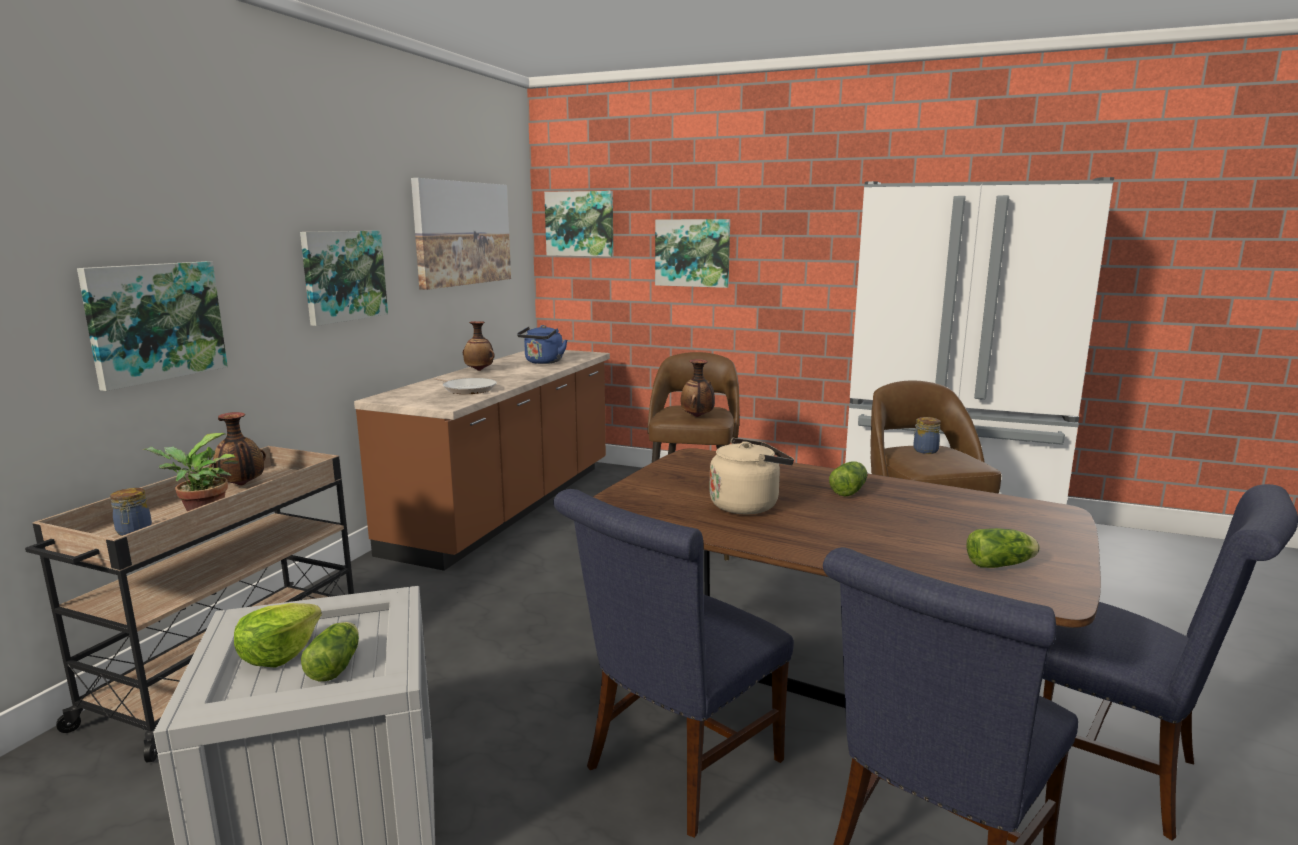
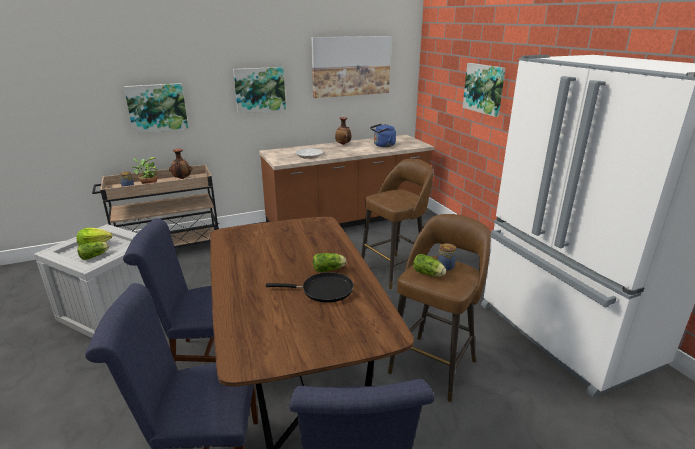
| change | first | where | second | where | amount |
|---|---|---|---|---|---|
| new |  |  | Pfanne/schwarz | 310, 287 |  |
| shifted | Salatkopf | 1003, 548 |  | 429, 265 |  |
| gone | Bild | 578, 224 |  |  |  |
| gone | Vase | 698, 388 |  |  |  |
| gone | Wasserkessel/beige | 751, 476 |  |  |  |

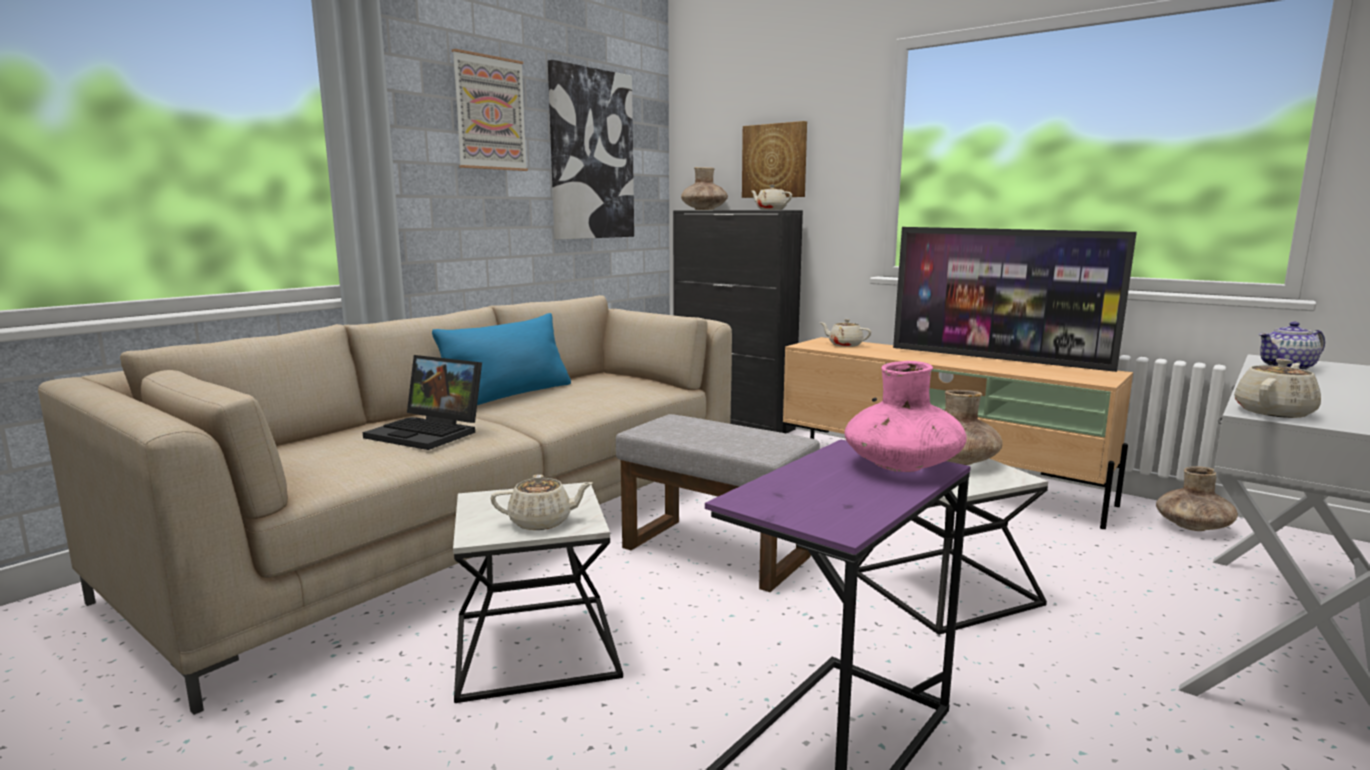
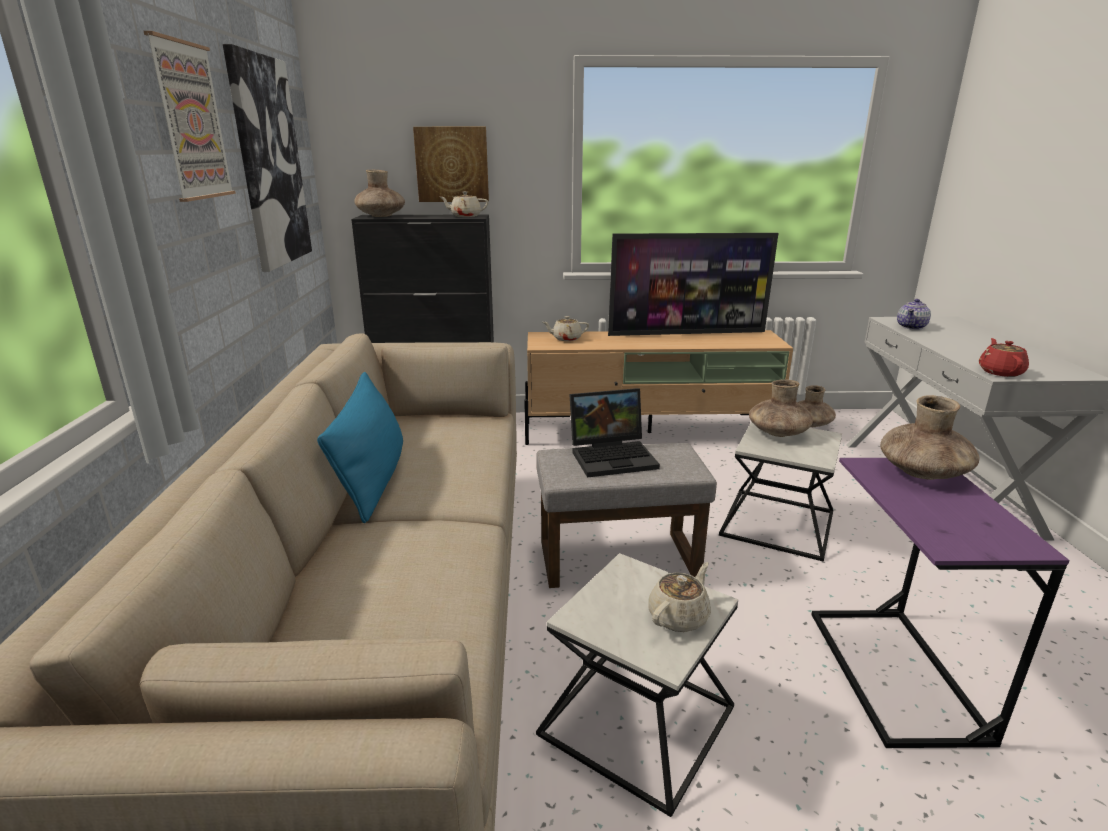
| change | first | where | second | where | amount |
|---|---|---|---|---|---|
| shifted | Laptop | 422, 402 |  | 614, 432 |  |
| repainted | Vase/rosa | 906, 416 | Vase/braun | 929, 437 |  |
| repainted | Teekanne/beige | 1277, 388 | Teekanne/rot | 1004, 357 |  |

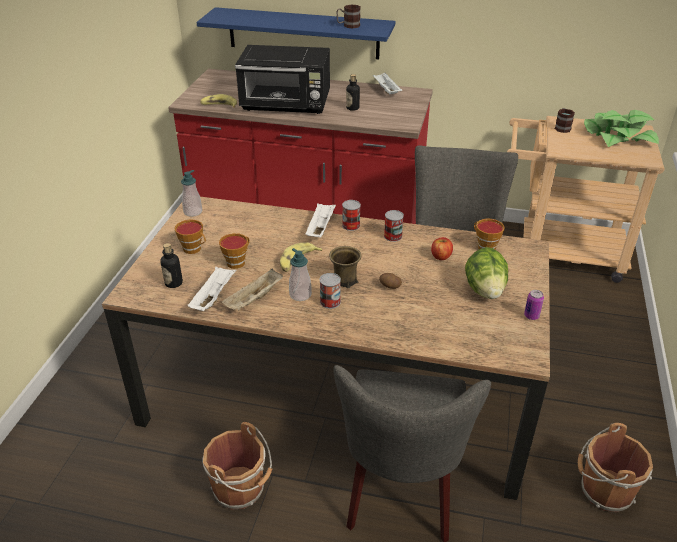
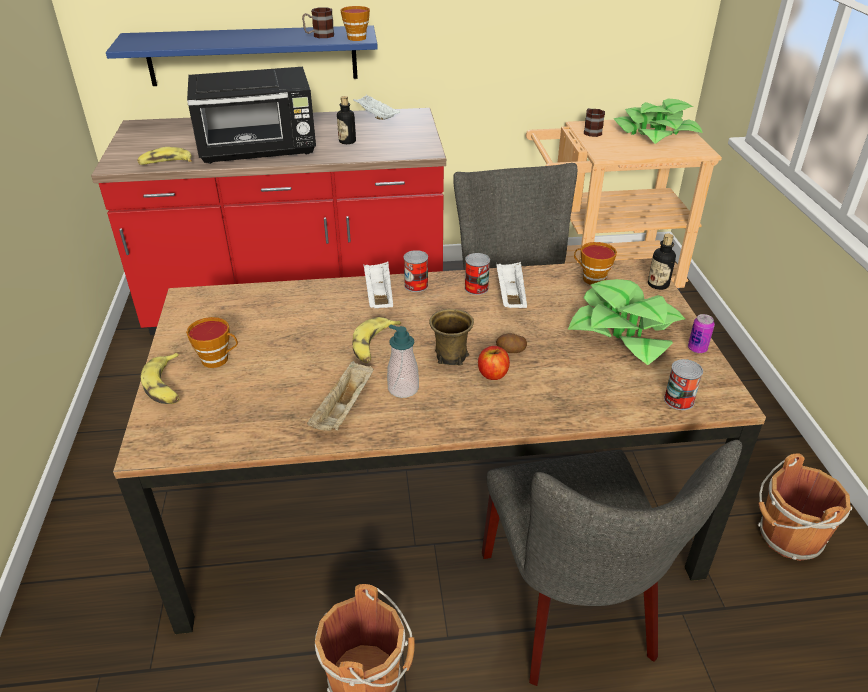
| change | first | where | second | where | amount |
|---|---|---|---|---|---|
| new |  |  | Banane | 160, 378 |  |
| shifted | Tasse | 234, 251 |  | 355, 23 |  |
| shifted | Apfel | 442, 248 |  | 494, 363 |  |
| shifted | Tablett/weiß | 212, 289 |  | 511, 285 |  |
| swapped | Salatkopf | 486, 273 | Topfpflanze | 626, 322 |  |
| shifted | Flasche | 171, 265 |  | 662, 261 |  |
| shifted | Dose | 330, 291 |  | 683, 384 |  |
| gone | Seifenspender | 191, 193 |  |  |  |

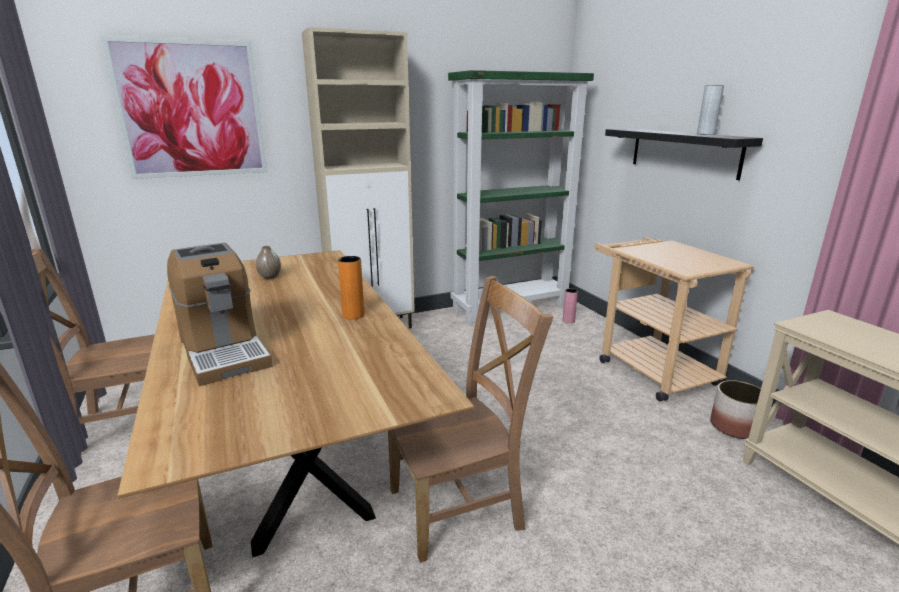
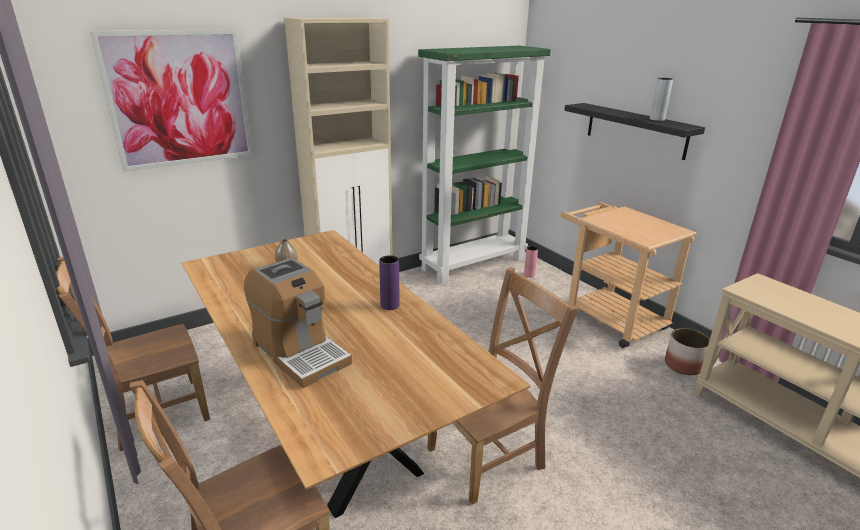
| change | first | where | second | where | amount |
|---|---|---|---|---|---|
| repainted | Vase/orange | 351, 287 | Vase/lila | 389, 282 |  |

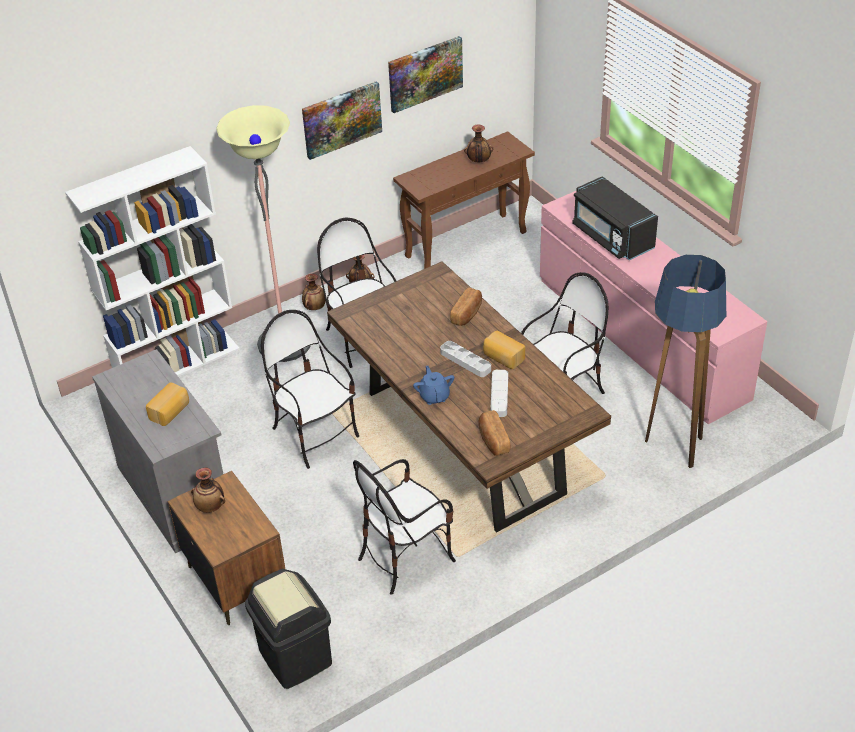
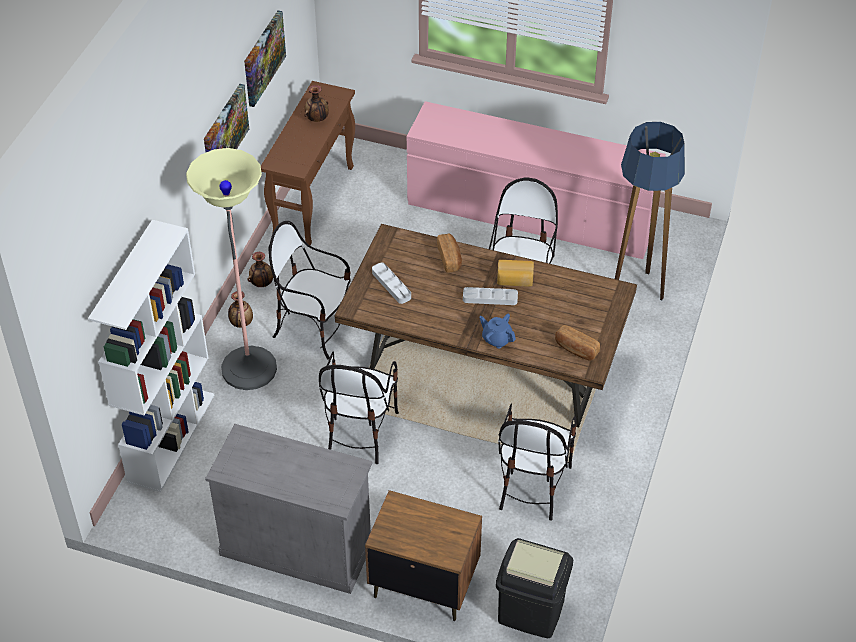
| change | first | where | second | where | amount |
|---|---|---|---|---|---|
| rotated | Stuhl | 310, 389 |  | 359, 408 | 90 degrees counterclockwise |
| shifted | Tablett/grau | 499, 393 |  | 391, 283 |  |
| gone | Brot | 167, 404 |  |  |  |
| gone | Vase | 208, 490 |  |  |  |
| gone | Mikrowelle/schwarz | 615, 218 |  |  |  |

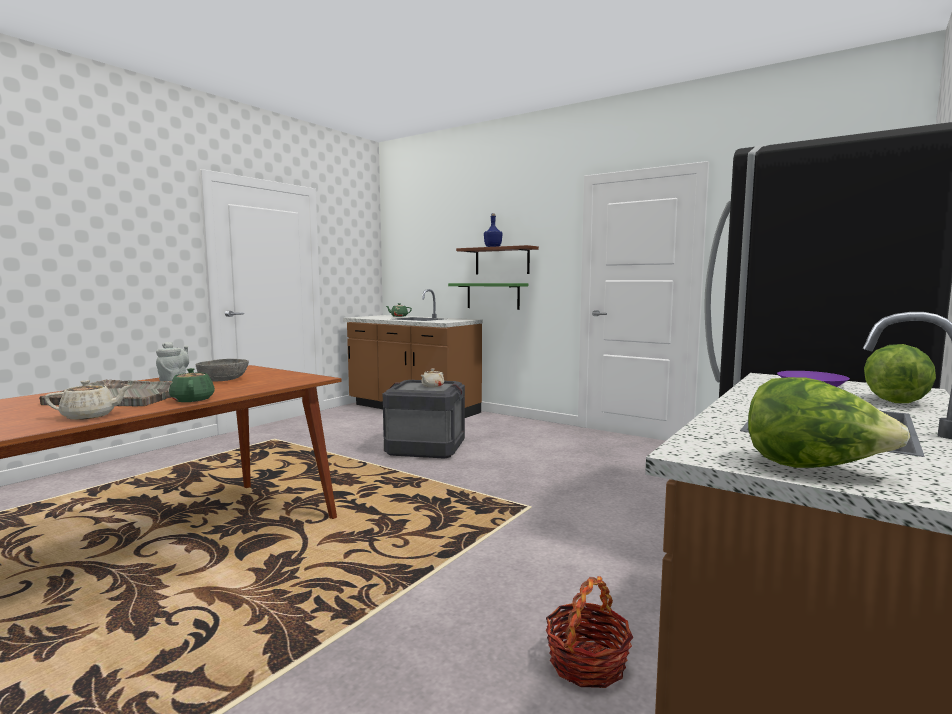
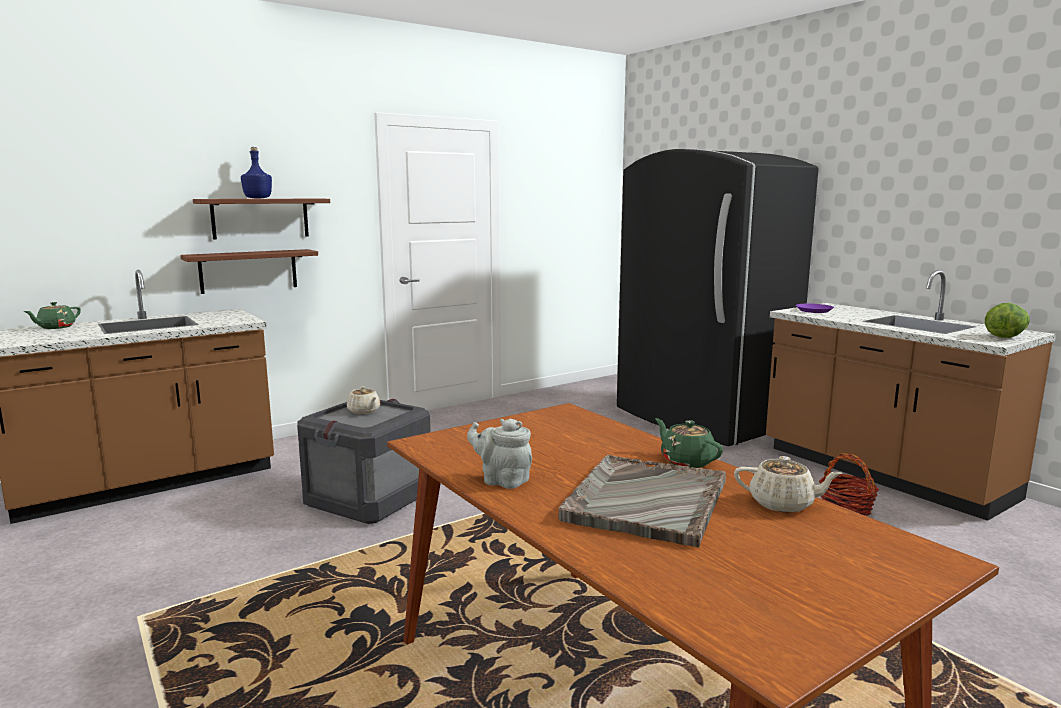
| change | first | where | second | where | amount |
|---|---|---|---|---|---|
| repainted | Wandregal/grün | 488, 296 | Wandregal/braun | 249, 271 |  |
| rotated | Teekanne/grün | 192, 385 |  | 689, 443 | 60 degrees clockwise |
| rotated | Teekanne/beige | 88, 400 |  | 788, 484 | 105 degrees clockwise |
| gone | Schüssel/grau | 222, 370 |  |  |  |
| gone | Salatkopf | 900, 373 |  |  |  |

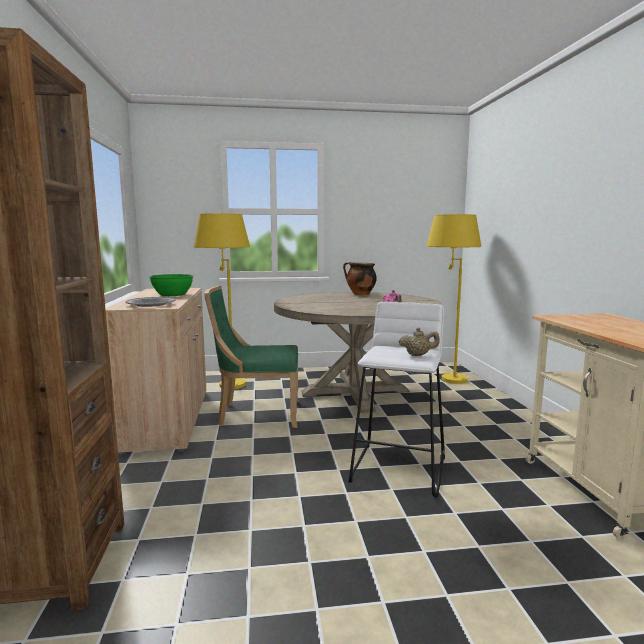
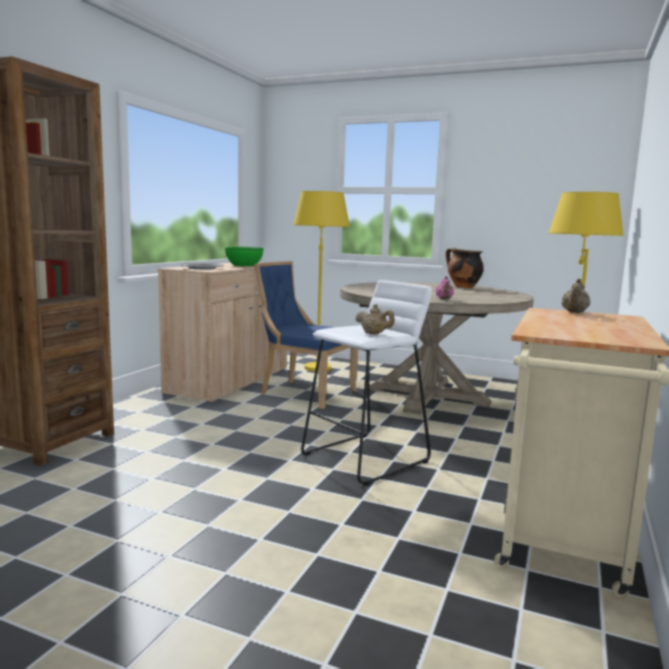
| change | first | where | second | where | amount |
|---|---|---|---|---|---|
| repainted | Stuhl/grün | 251, 357 | Stuhl/blau | 306, 335 |  |
| new |  |  | Teekanne/beige | 576, 296 |  |

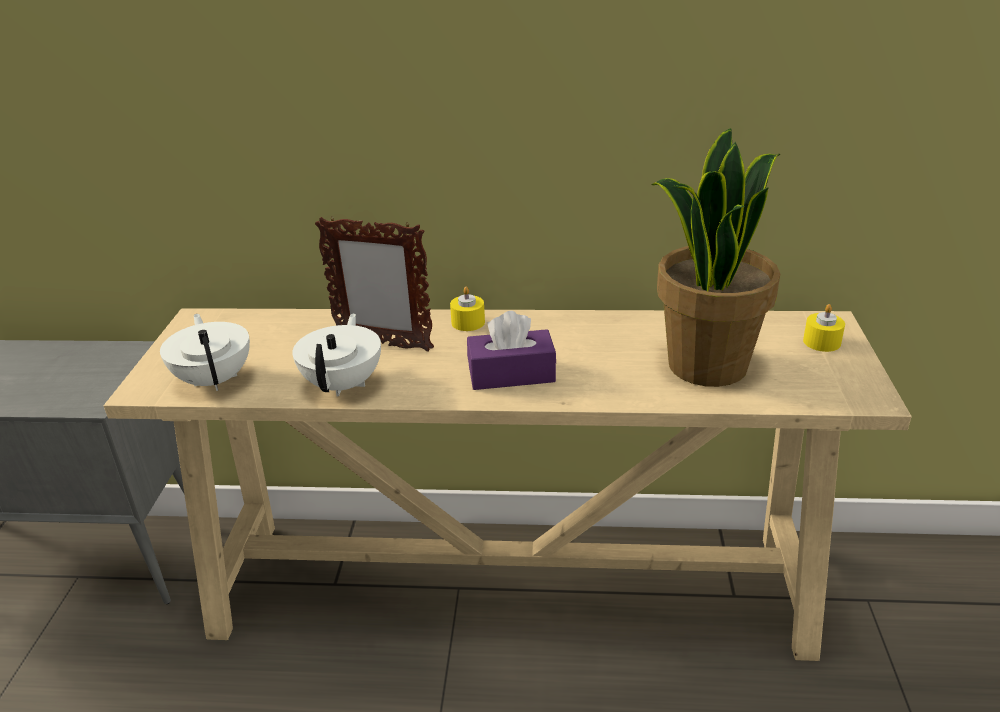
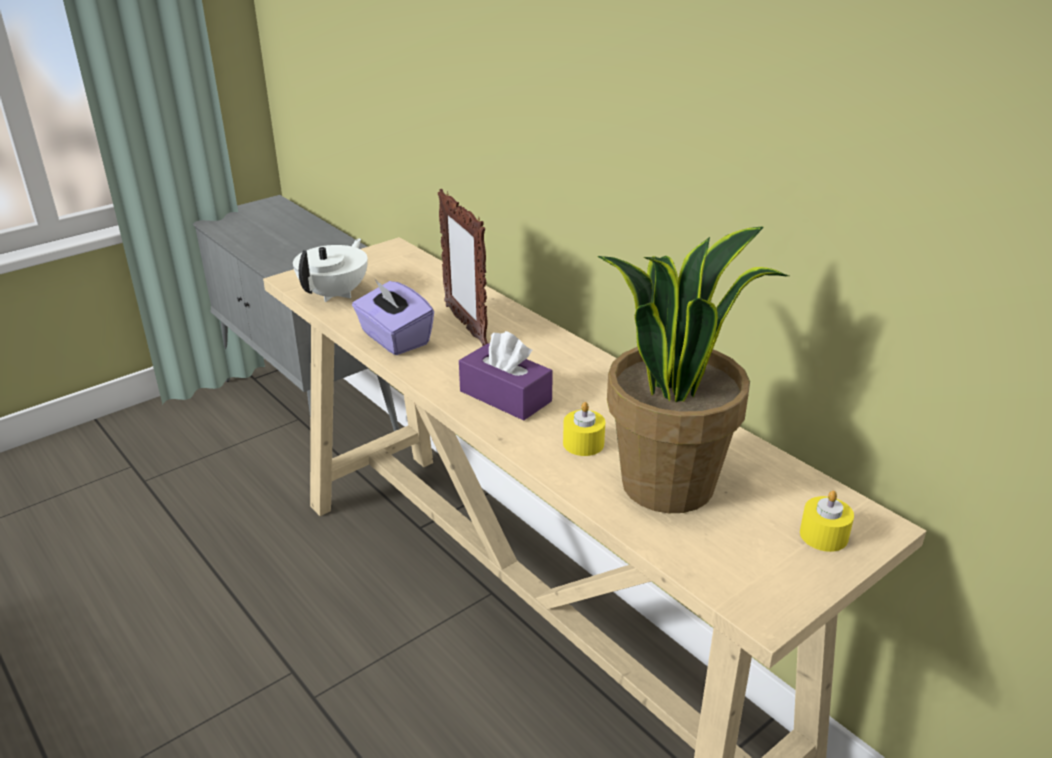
| change | first | where | second | where | amount |
|---|---|---|---|---|---|
| swapped | Teekanne/weiß | 336, 355 | Taschentuchbox/lila | 393, 316 |  |
| shifted | Kerze/gelb | 467, 309 |  | 584, 429 |  |

